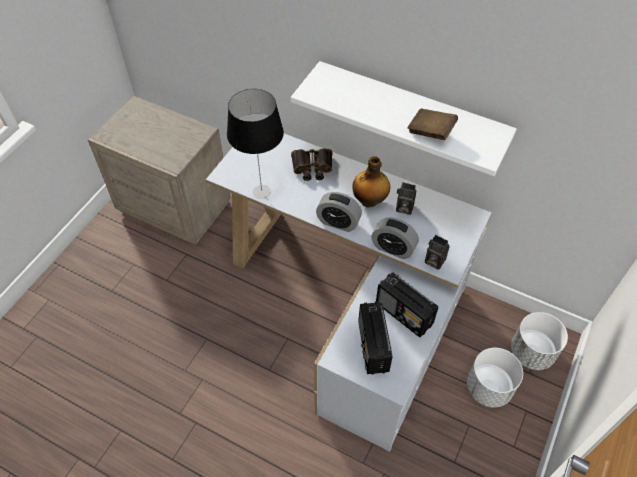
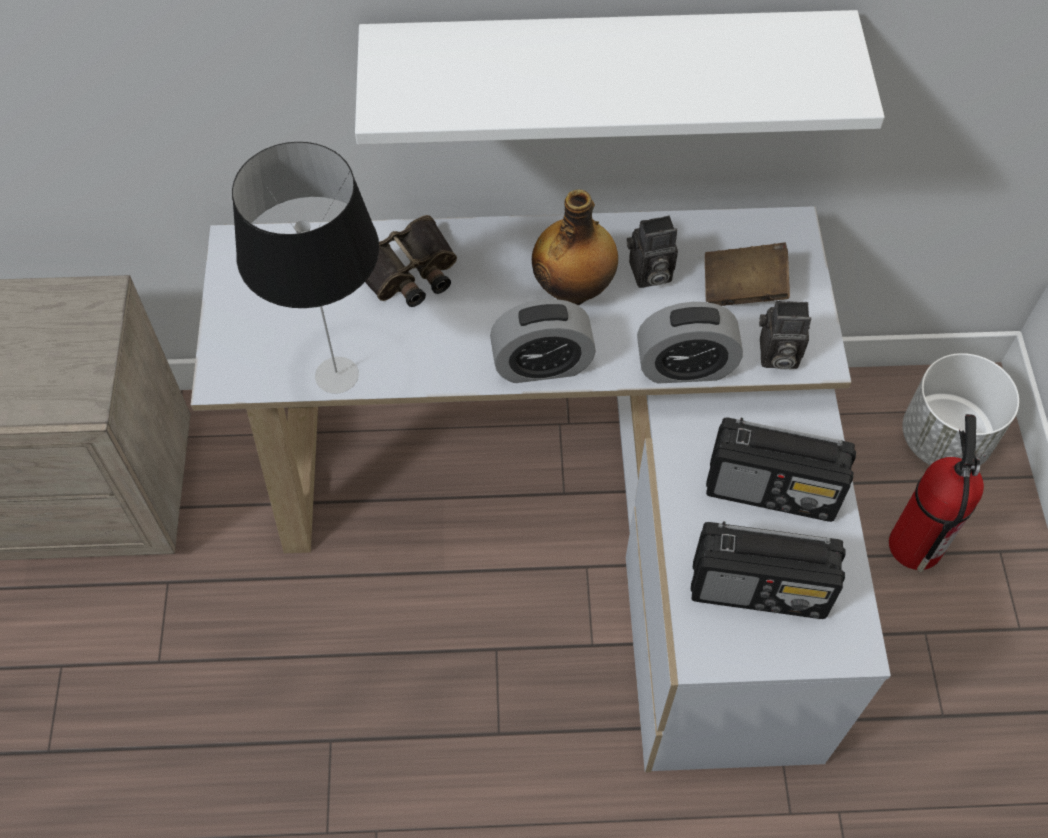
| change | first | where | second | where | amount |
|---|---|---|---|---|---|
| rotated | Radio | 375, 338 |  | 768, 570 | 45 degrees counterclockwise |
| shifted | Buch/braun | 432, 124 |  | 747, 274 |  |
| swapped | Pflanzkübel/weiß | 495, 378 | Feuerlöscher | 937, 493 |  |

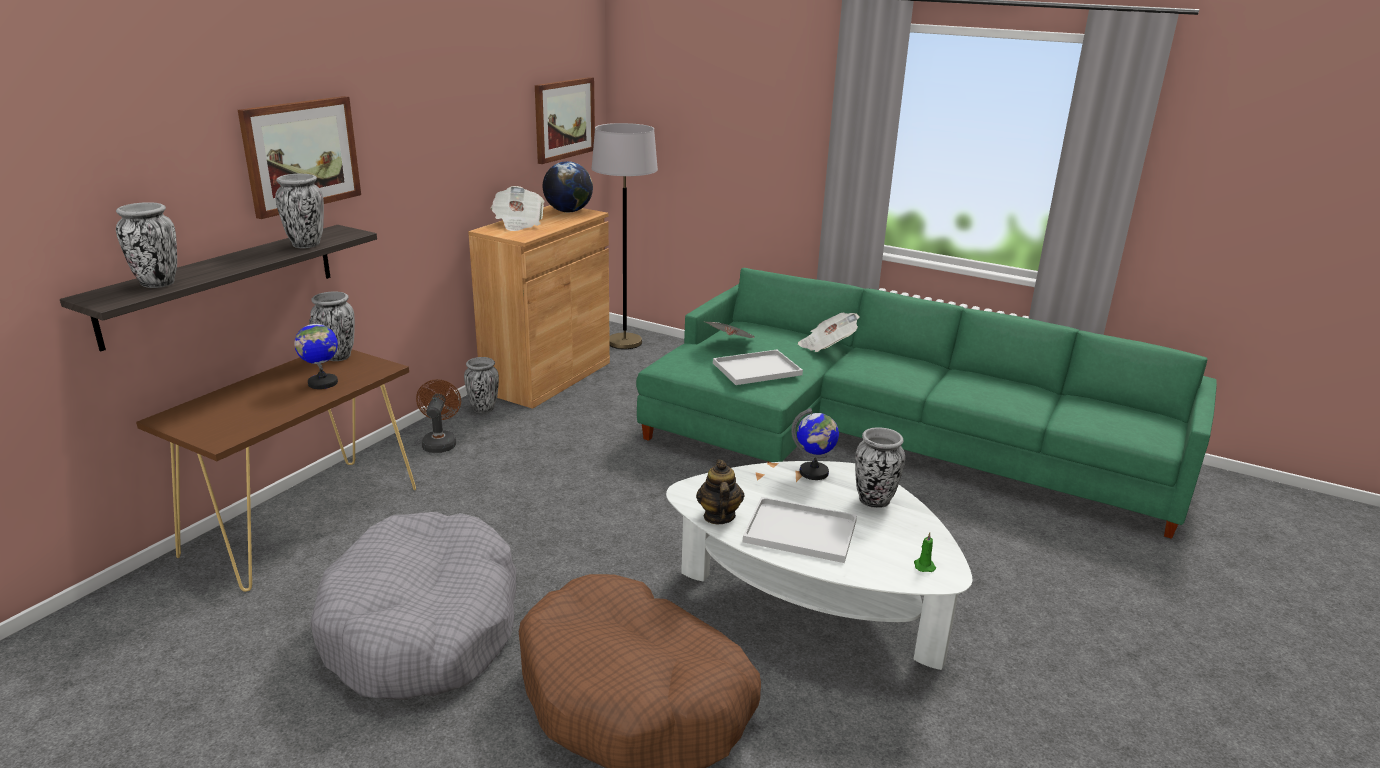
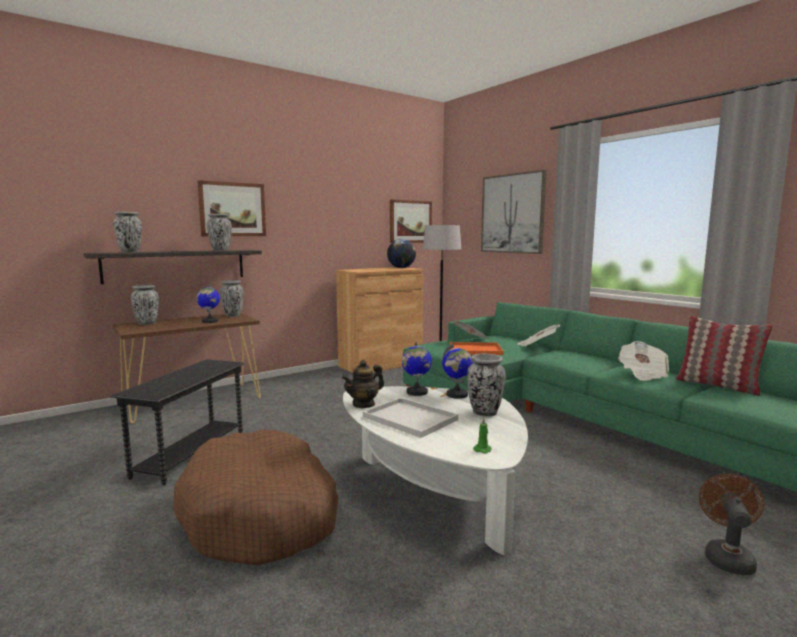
| change | first | where | second | where | amount |
|---|---|---|---|---|---|
| swapped | Hundebett/grau | 413, 606 | Beistelltisch/schwarz | 177, 422 |  |
| shifted | Vase | 481, 385 |  | 145, 305 |  |
| rotated | Teekanne | 720, 492 |  | 363, 384 | 150 degrees counterclockwise |
| new |  |  | Globus | 417, 368 |  |
| repainted | Tablett/weiß | 758, 367 | Tablett/orange | 476, 348 |  |
| new |  |  | Bild | 513, 212 |  |
| shifted | Zeitung | 517, 208 |  | 643, 361 |  |
| new |  |  | Kissen | 724, 356 |  |
| shifted | Ventilator/braun | 438, 416 |  | 731, 524 |  |

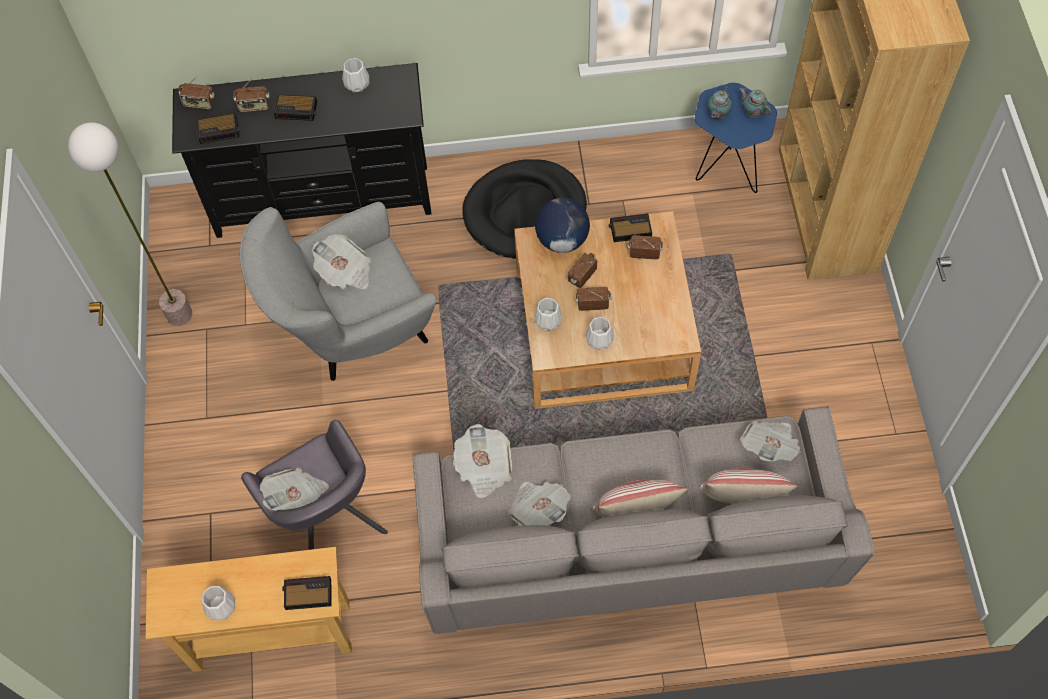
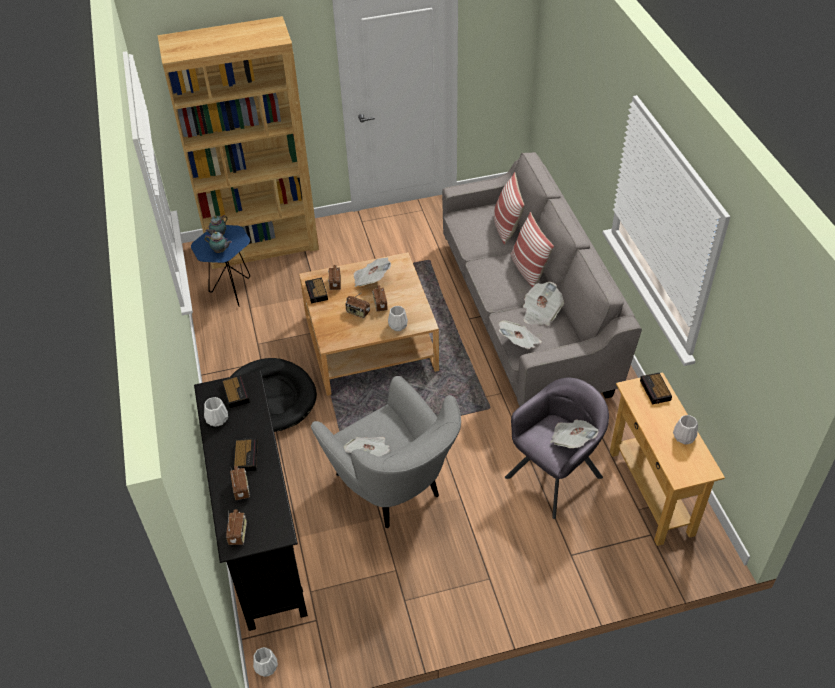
| change | first | where | second | where | amount |
|---|---|---|---|---|---|
| shifted | Wecker | 218, 128 |  | 236, 391 |  |
| shifted | Vase/weiß | 600, 333 |  | 265, 662 |  |
| shifted | Zeitung | 771, 441 |  | 372, 272 |  |
| gone | Stehlampe | 130, 224 |  |  |  |
| gone | Globus | 562, 225 |  |  |  |

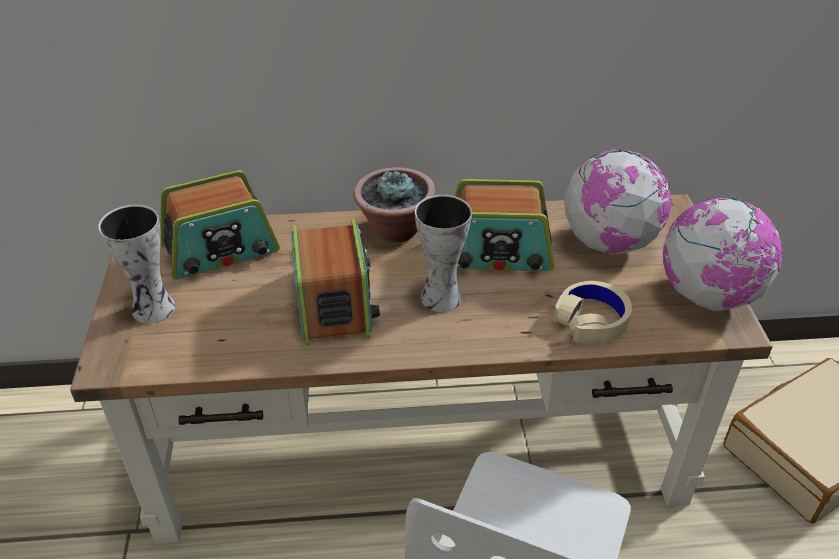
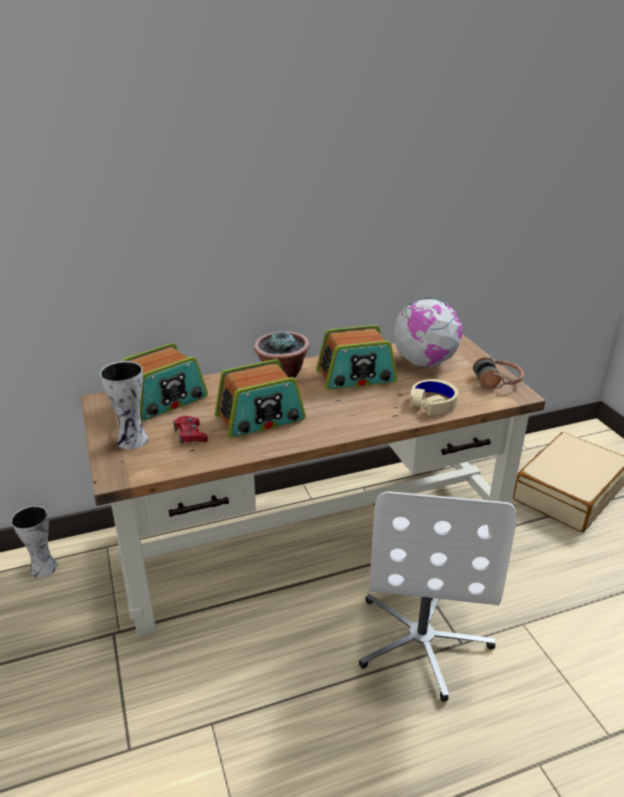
| change | first | where | second | where | amount |
|---|---|---|---|---|---|
| shifted | Vase | 443, 253 |  | 34, 542 |  |
| new |  |  | Gamepad/rot | 190, 430 |  |
| rotated | Radio | 335, 282 |  | 260, 398 | 90 degrees clockwise |
| swapped | Globus | 723, 254 | Kopfhörer | 498, 373 |  |

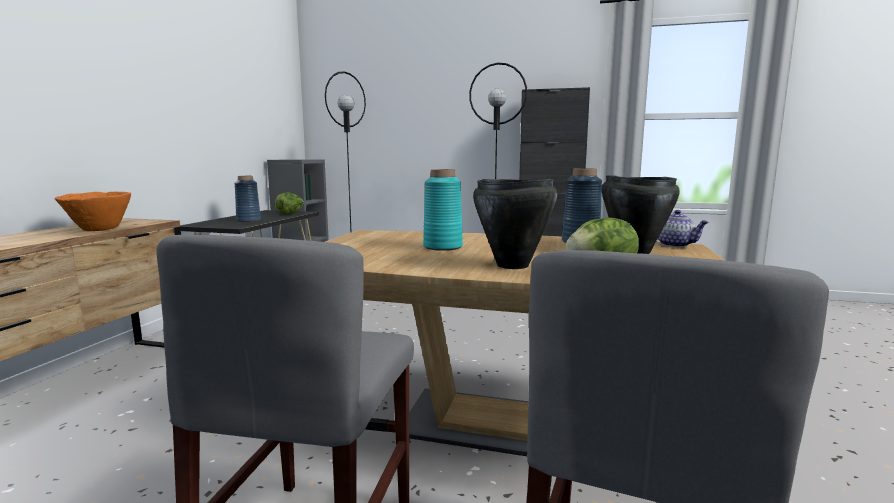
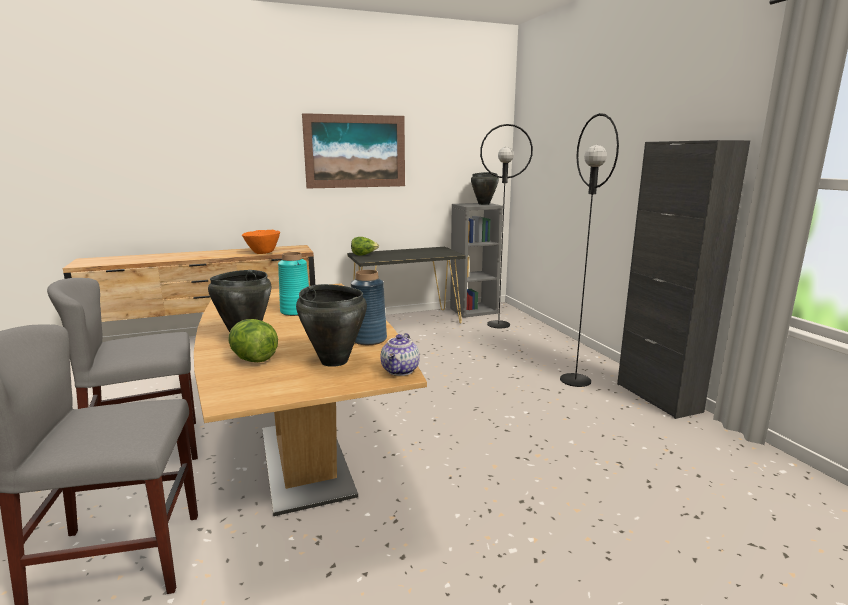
| change | first | where | second | where | amount |
|---|---|---|---|---|---|
| new |  |  | Bild | 353, 151 |  |
| shifted | Salatkopf | 289, 203 |  | 365, 246 |  |
| new |  |  | Kochtopf/schwarz | 485, 188 |  |
| gone | Vase/blau | 248, 199 |  |  |  |

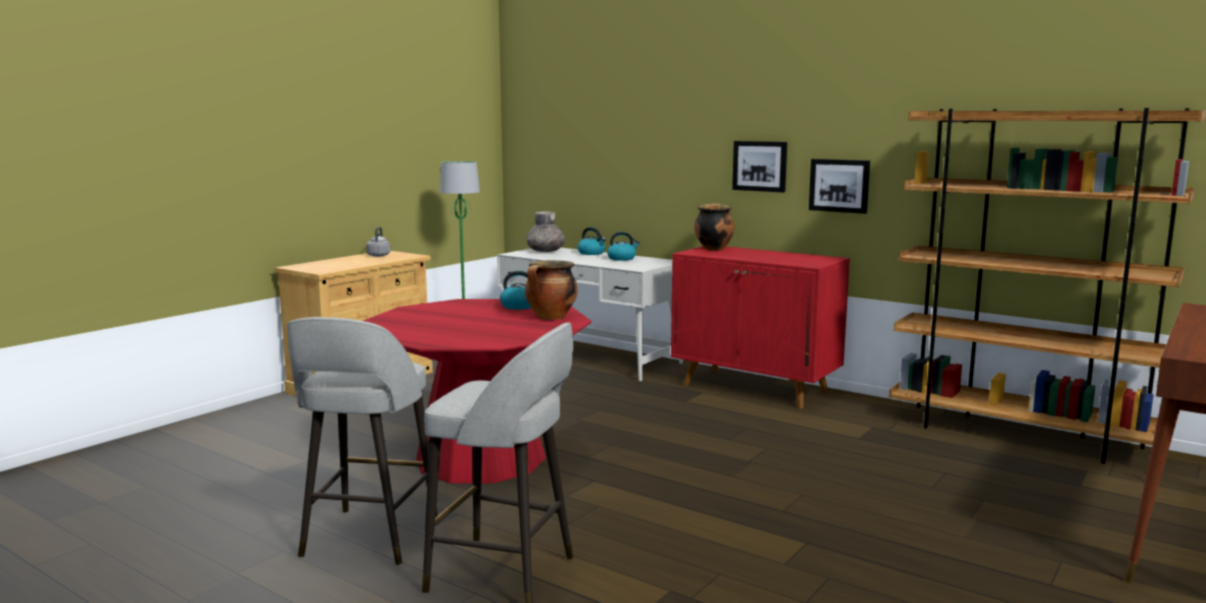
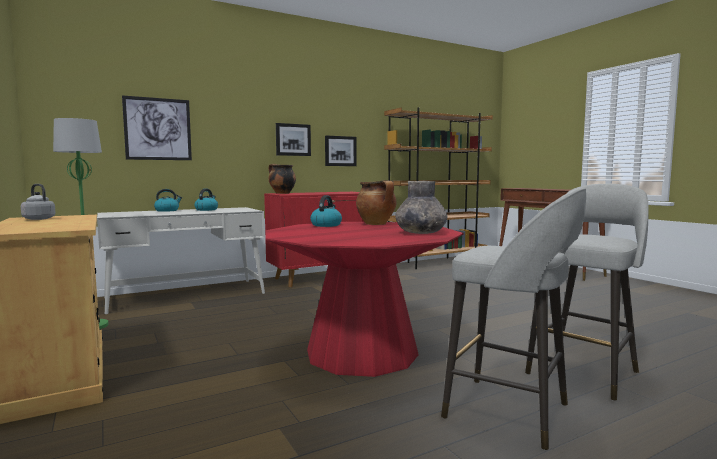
| change | first | where | second | where | amount |
|---|---|---|---|---|---|
| new |  |  | Bild | 157, 127 |  |
| shifted | Vase/grau | 545, 231 |  | 421, 207 |  |

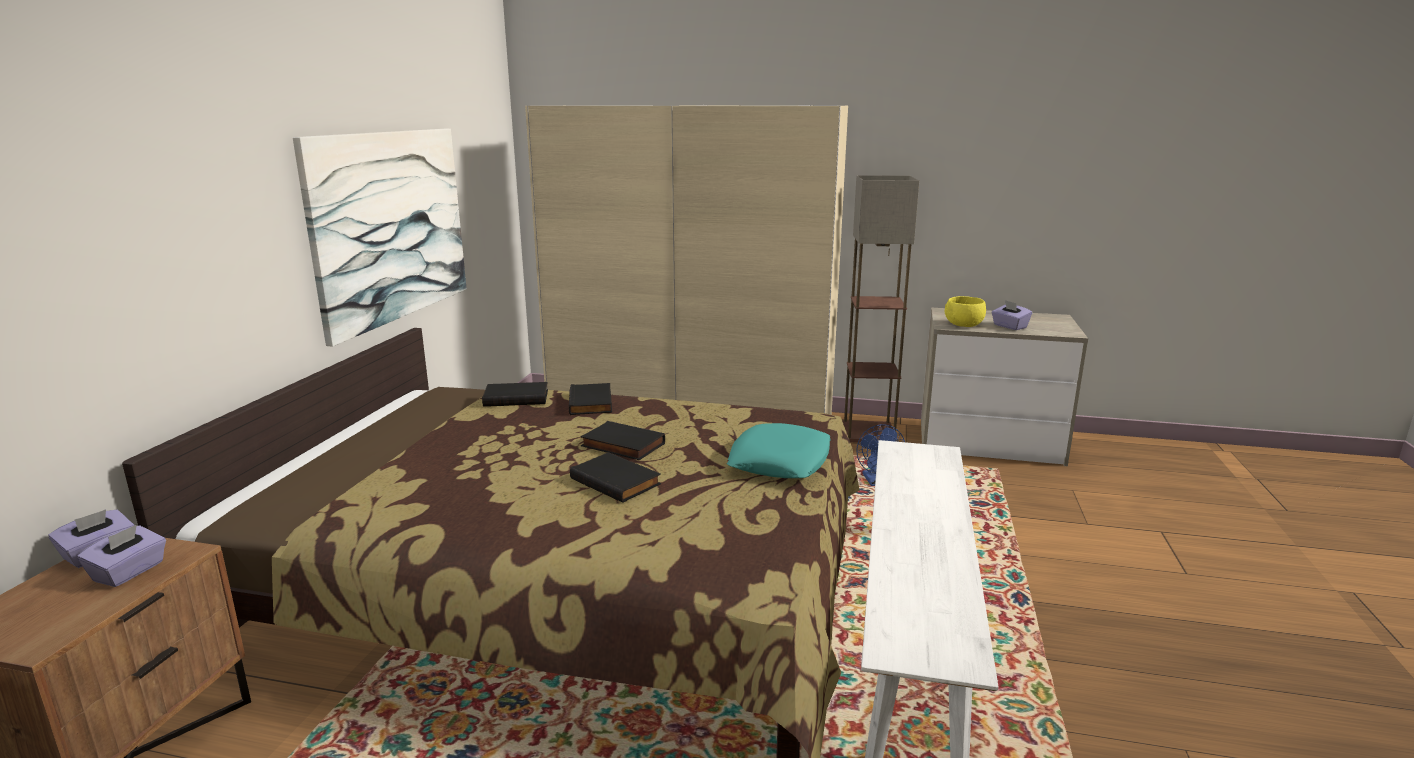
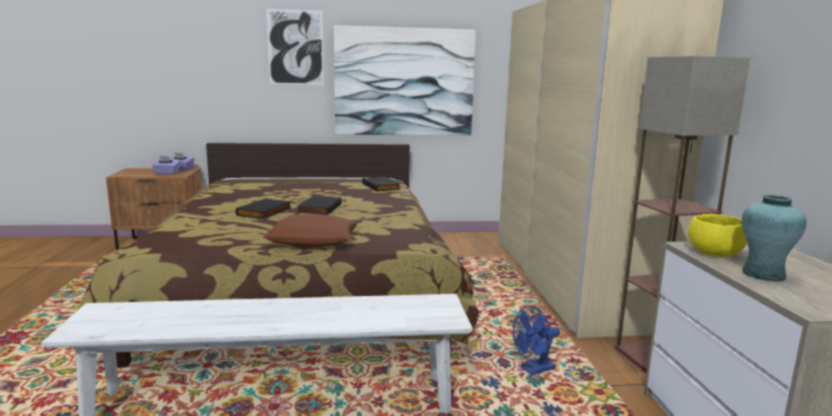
| change | first | where | second | where | amount |
|---|---|---|---|---|---|
| repainted | Kissen/türkis | 779, 450 | Kissen/braun | 310, 230 |  |
| new |  |  | Bild | 295, 47 |  |
| swapped | Taschentuchbox/lila | 1011, 315 | Vase/türkis | 774, 238 |  |
| gone | Buch/schwarz | 590, 399 |  |  |  |

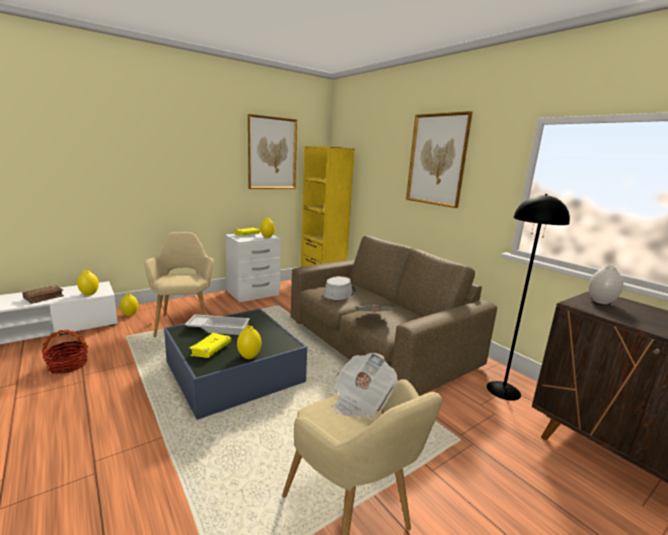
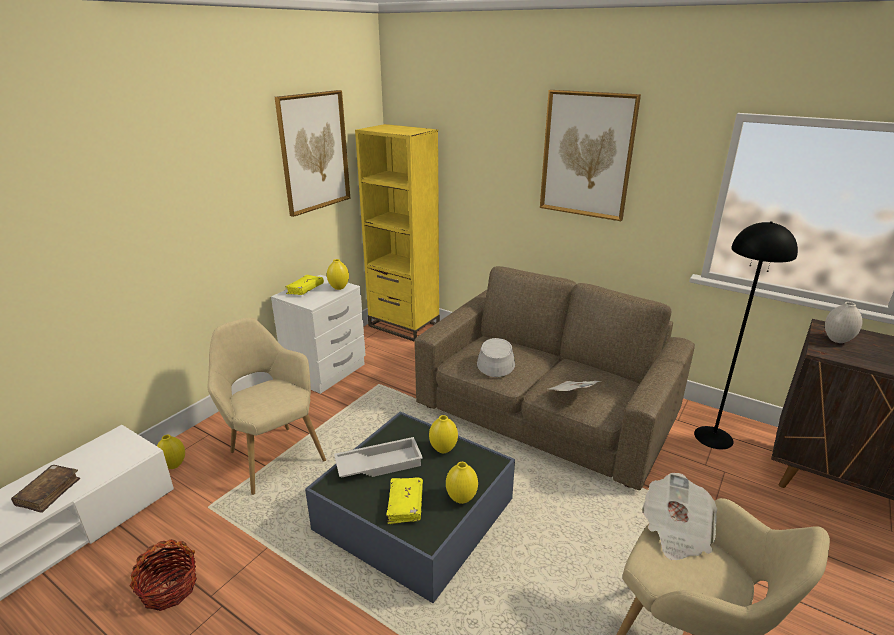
| change | first | where | second | where | amount |
|---|---|---|---|---|---|
| shifted | Vase/gelb | 88, 283 |  | 443, 434 |  |

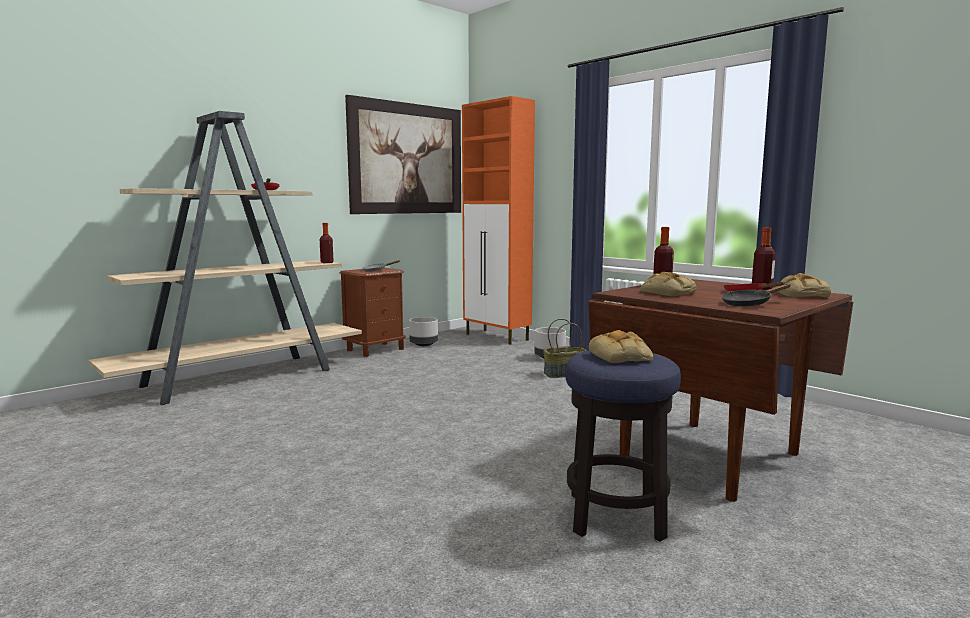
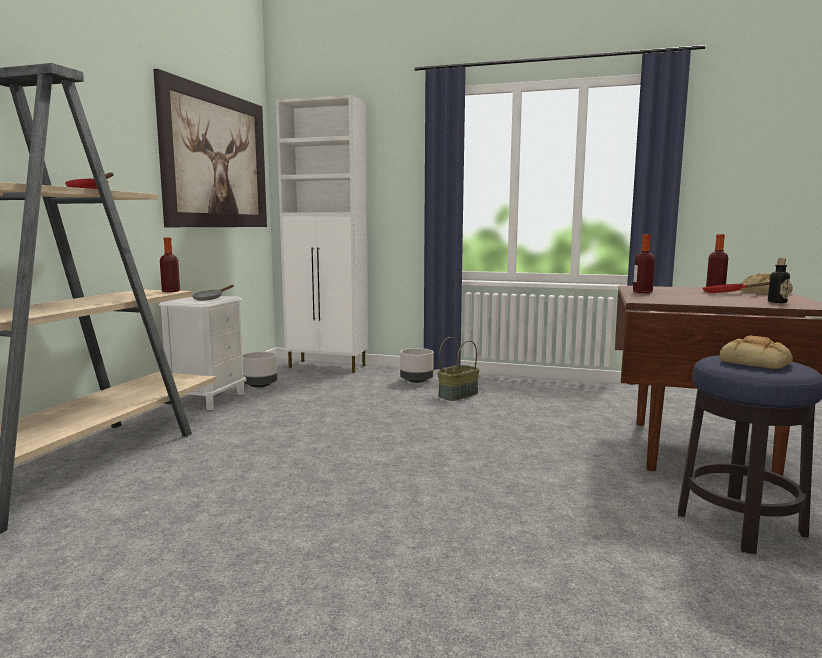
| change | first | where | second | where | amount |
|---|---|---|---|---|---|
| repainted | Nachttisch/braun | 372, 312 | Nachttisch/weiß | 202, 353 |  |
| repainted | Schrank/orange | 498, 220 | Schrank/weiß | 322, 234 |  |
| swapped | Pfanne/schwarz | 756, 295 | Flasche | 779, 280 |  |
| gone | Brot | 668, 284 |  |  |  |

